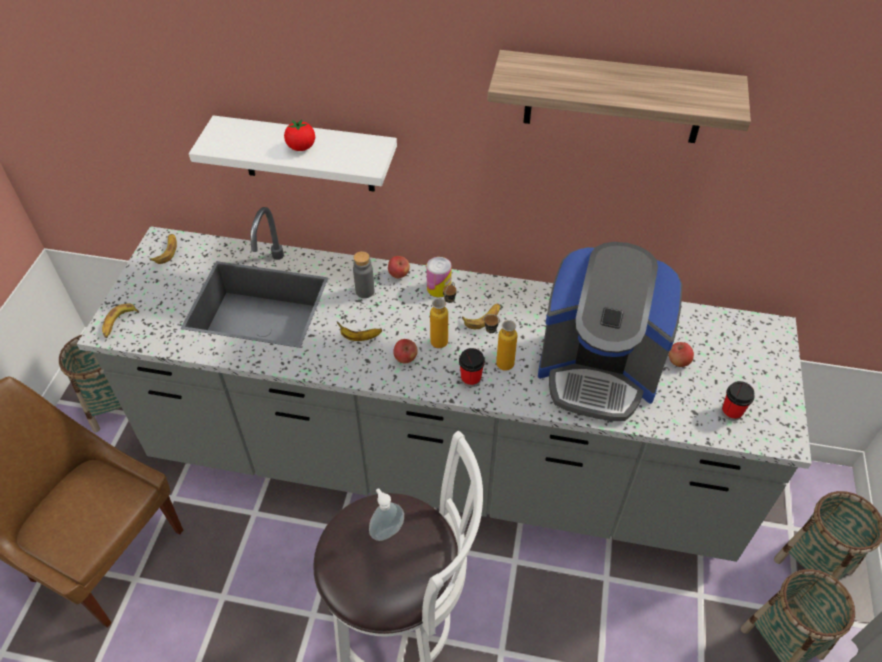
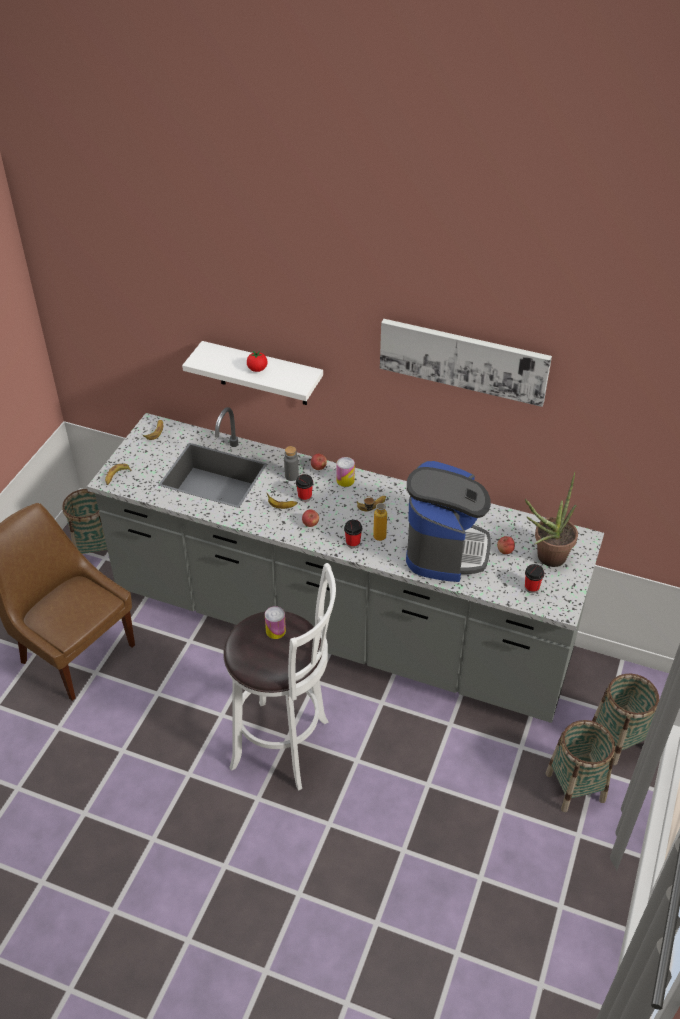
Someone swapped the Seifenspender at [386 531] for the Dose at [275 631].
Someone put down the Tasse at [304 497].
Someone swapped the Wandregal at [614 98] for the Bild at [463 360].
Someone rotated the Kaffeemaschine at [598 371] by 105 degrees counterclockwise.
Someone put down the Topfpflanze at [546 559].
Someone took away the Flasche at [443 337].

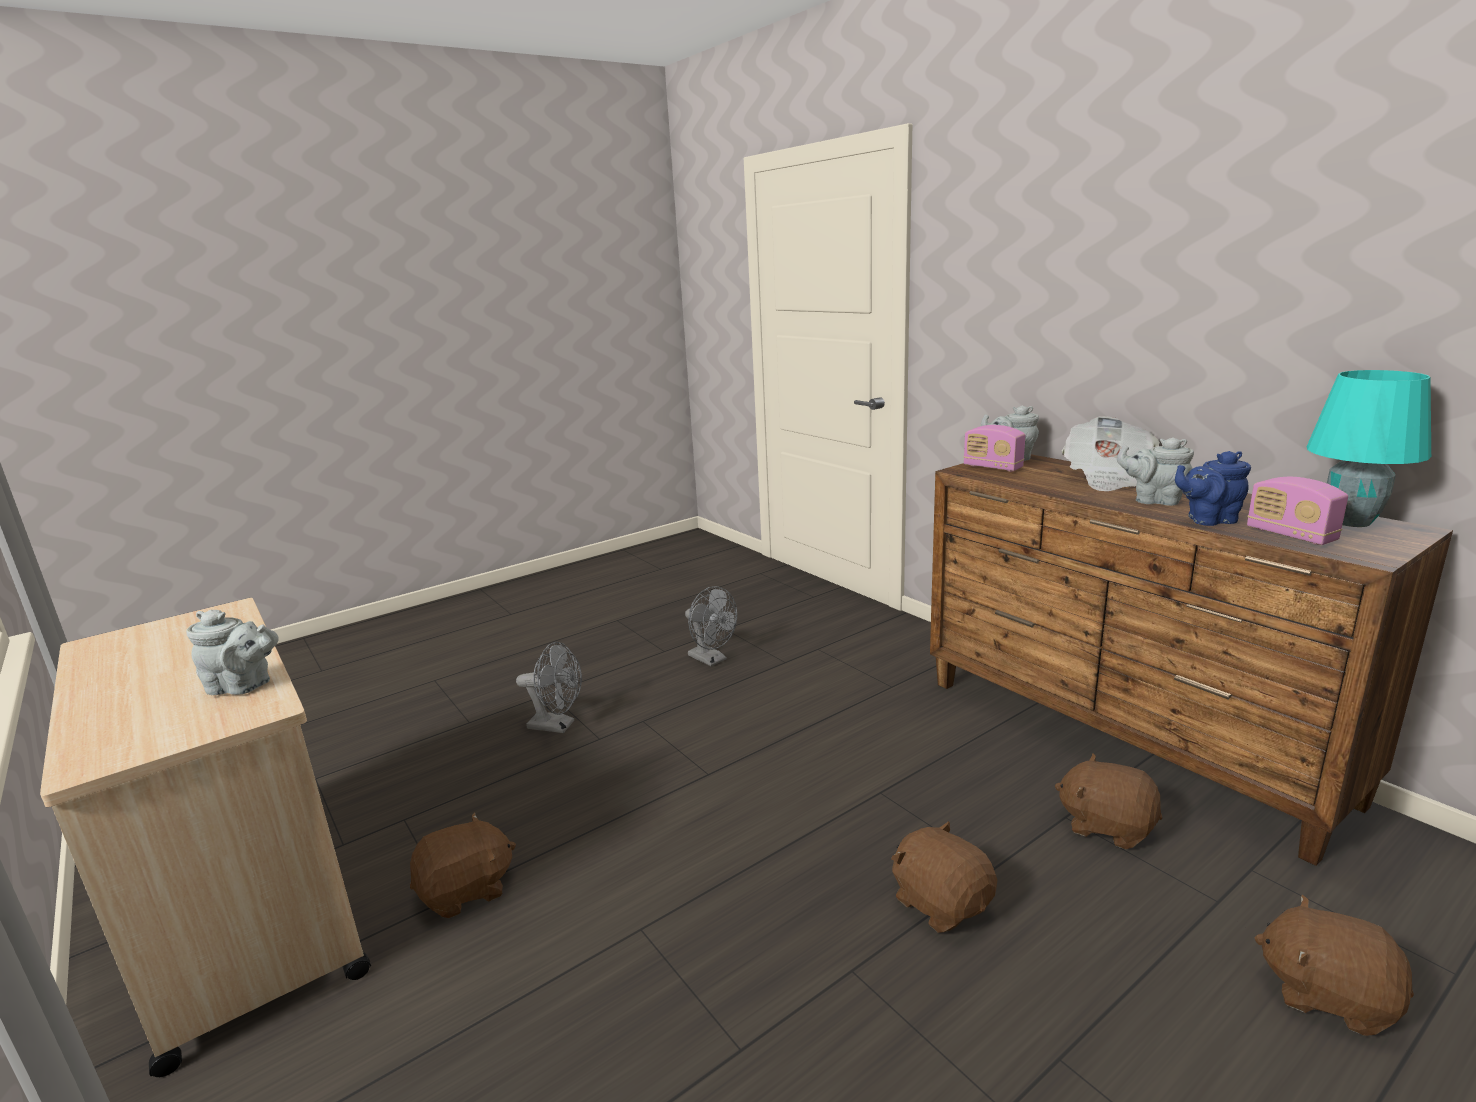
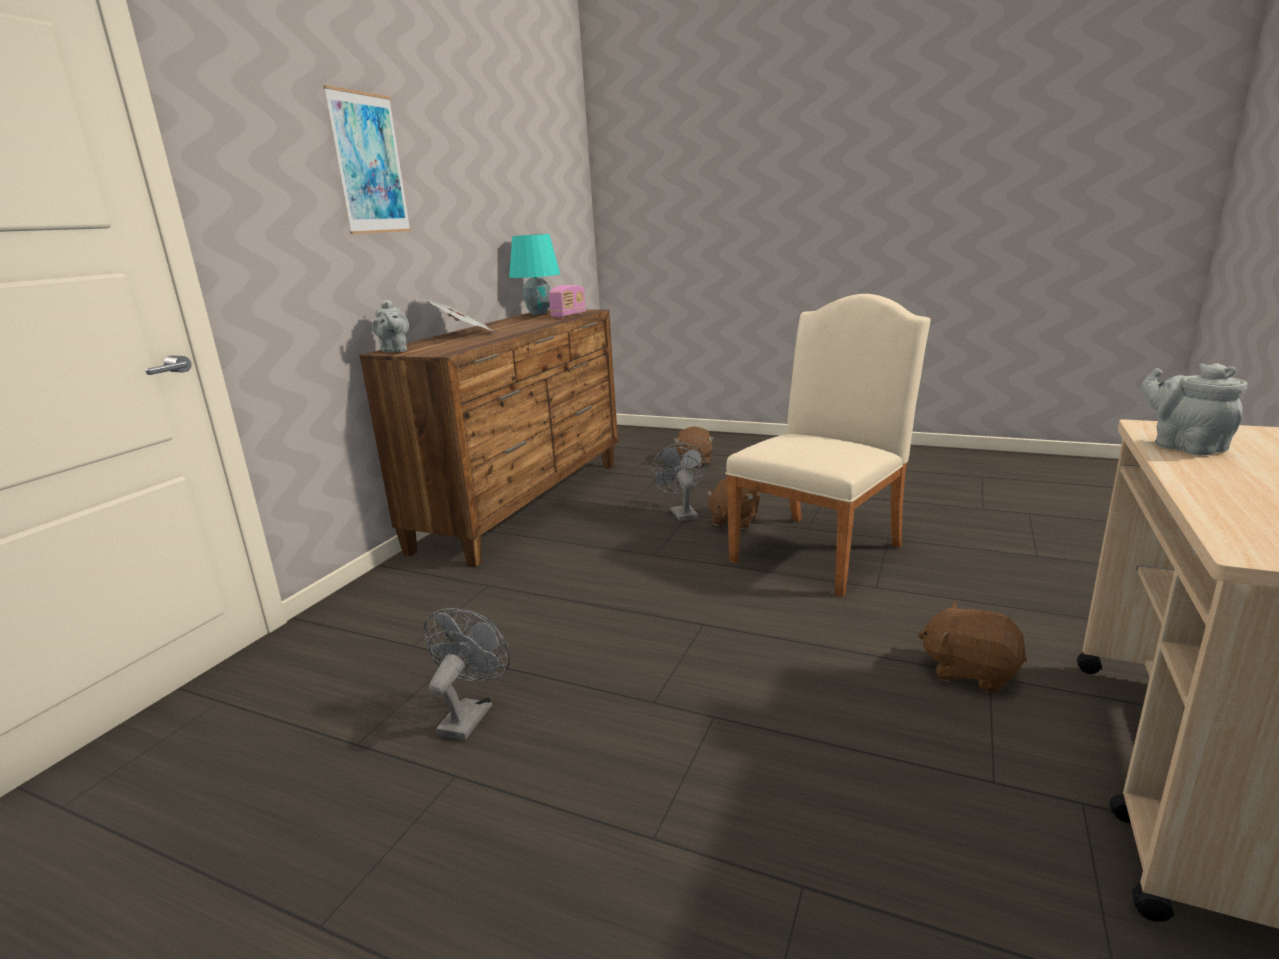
Someone put up the Bild at [369 164].
Someone carried the Ventilator/grau from [558 726] to [681 512].
Someone put down the Stuhl/beige at [823 549].
Someone took away the Radio at [992 467].
Someone took away the Plüschtier/braun at [1106 825].
Someone took away the Teekanne/grau at [1154 500].
Someone took away the Teekanne/blau at [1208 520].

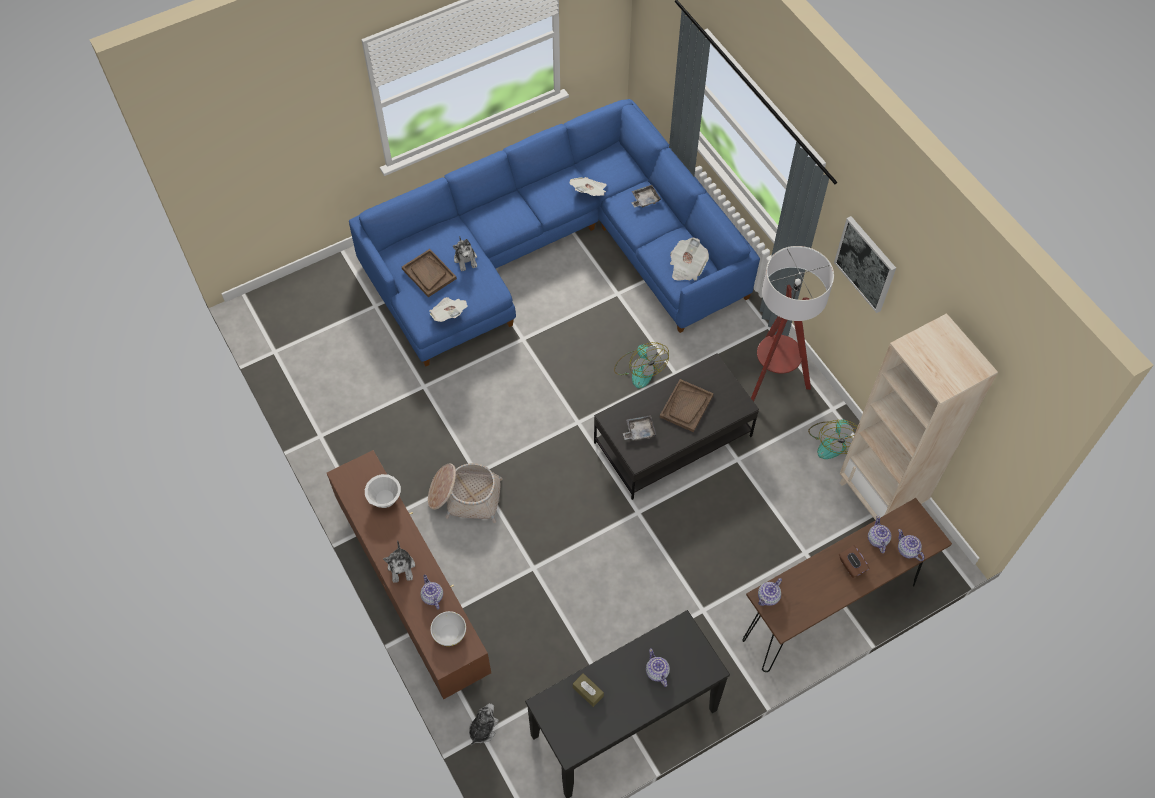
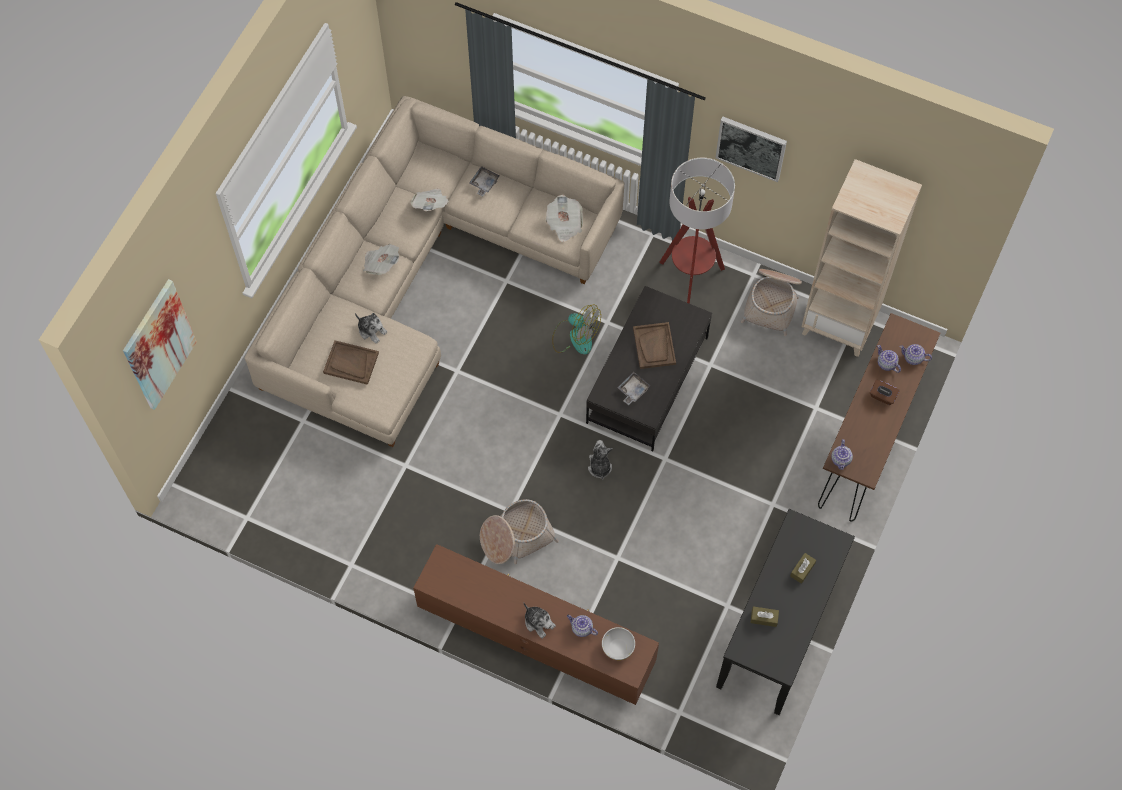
Someone put up the Bild at [159 345].
Someone repainted the Sofa/blau at [553 252], which became the Sofa/beige at [421 276].
Someone carried the Zeitung from [449 314] to [381 264].
Someone carried the Plüschtier from [482 728] to [599 466].
Someone swapped the Ventilator at [832 441] for the Korb at [772 302].
Someone swapped the Teekanne at [657 672] for the Taschentuchbox/braun at [802 570].
Someone took away the Schüssel/weiß at [385 499].

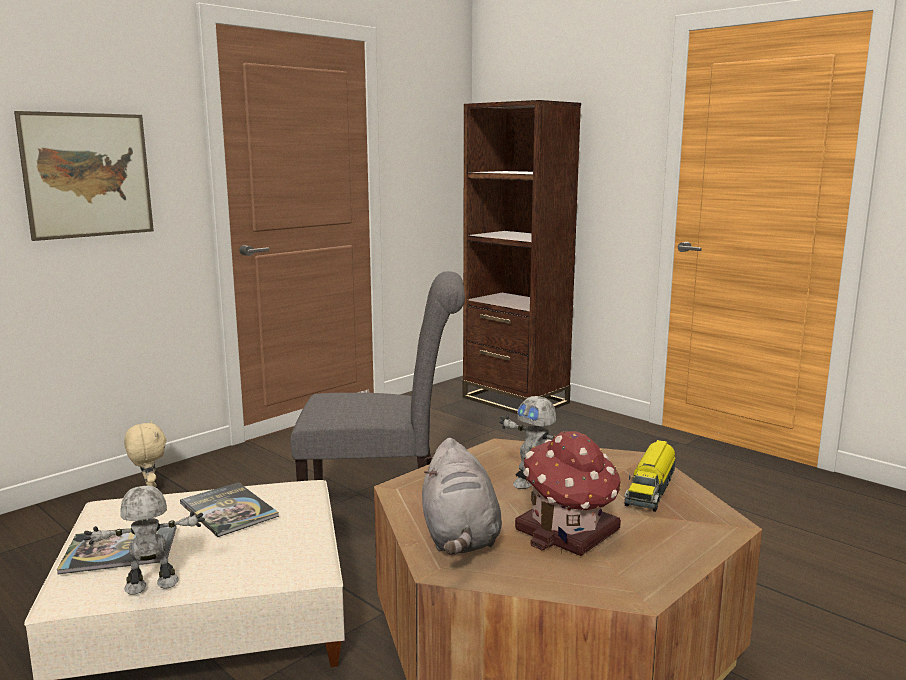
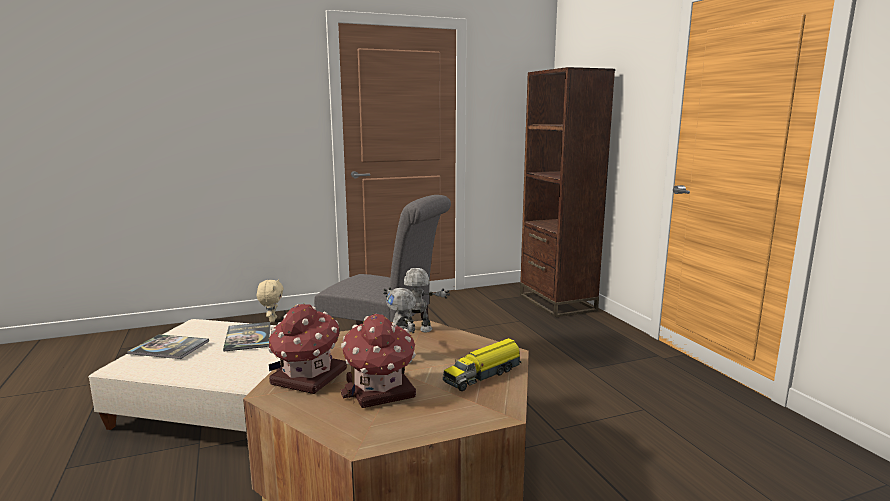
Someone swapped the Plüschtier/grau at [460 537] for the Spielzeughaus at [307 378].
Someone carried the Spielzeugroboter from [152 586] to [417 330].
Someone took away the Bild at [88 175].

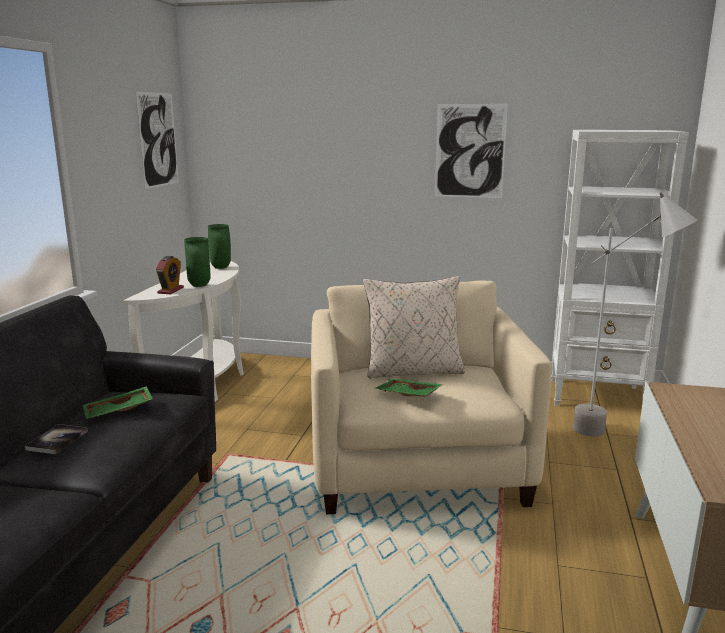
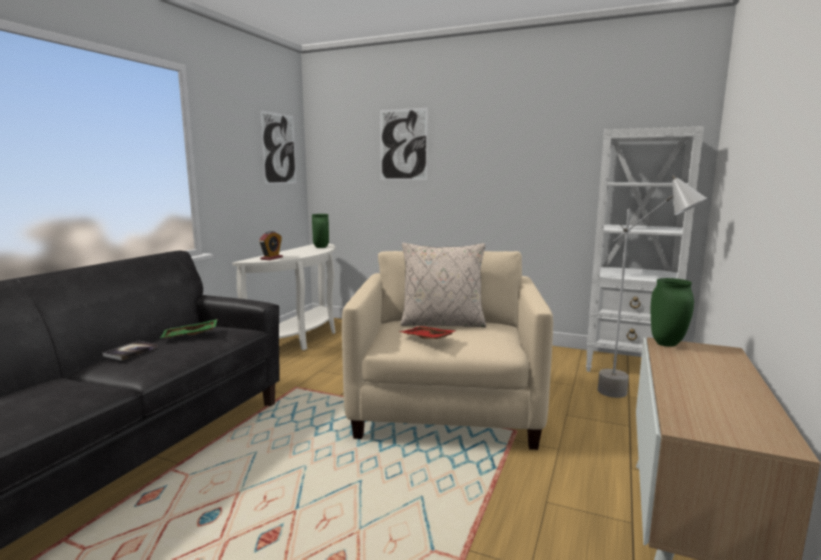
Someone carried the Bild from [470 151] to [403 144].
Someone repainted the Tablett/grün at [407 395], which became the Tablett/rot at [426 339].
Someone carried the Vase/grün from [198 285] to [665 344].

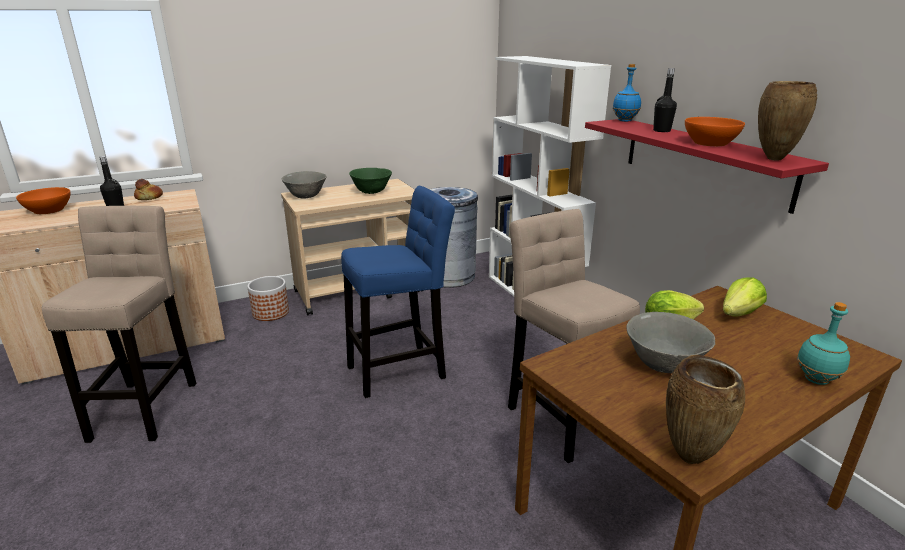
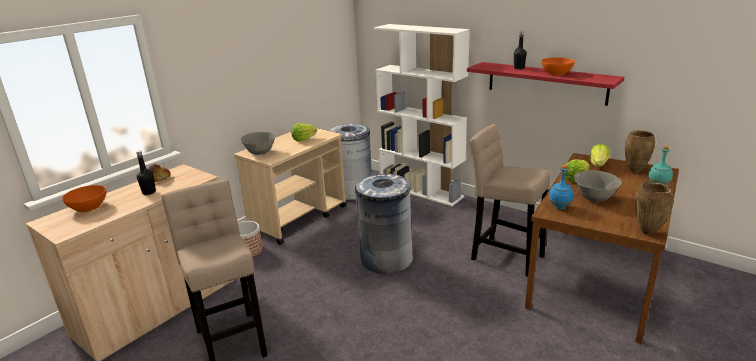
Someone swapped the Schüssel/grün at [371 192] for the Salatkopf at [303 139].
Someone swapped the Hocker/blau at [401 370] for the Mülleimer/grau at [386 259].
Someone carried the Flasche/blau from [624 121] to [559 207].
Someone carried the Vase/braun from [773 159] to [634 172].

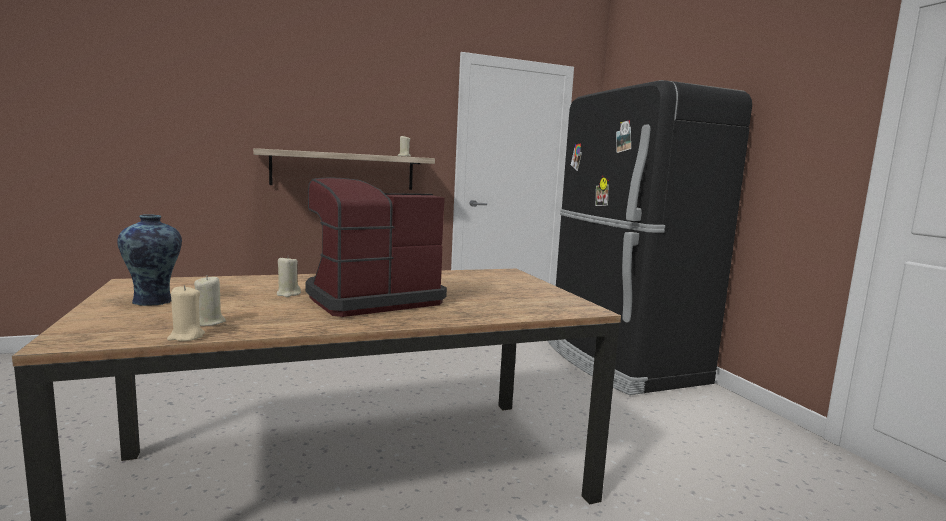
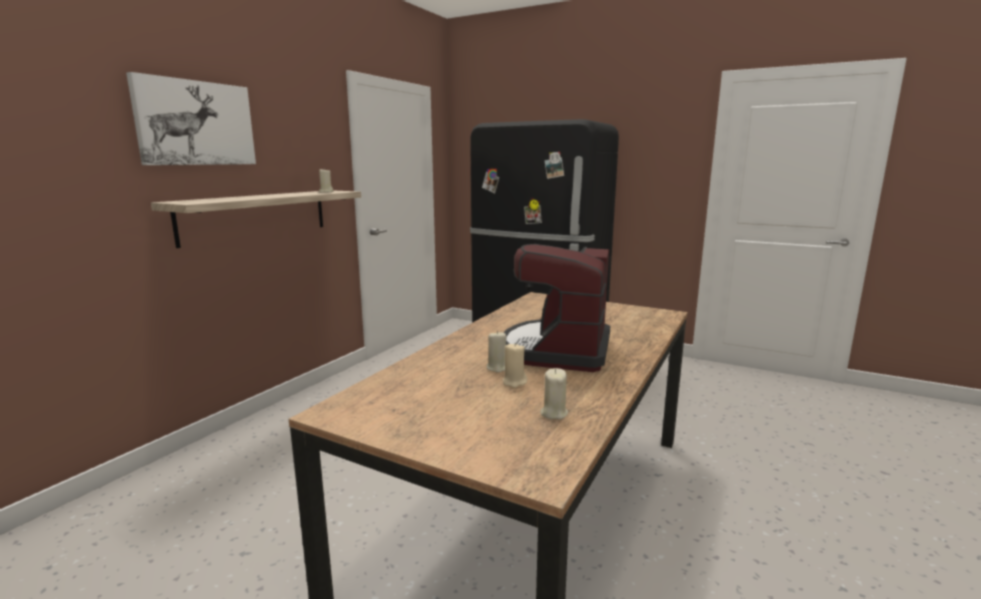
Someone put up the Bild at [195 123].
Someone carried the Kerze/beige from [186 337] to [514 382].
Someone took away the Vase at [154 301].

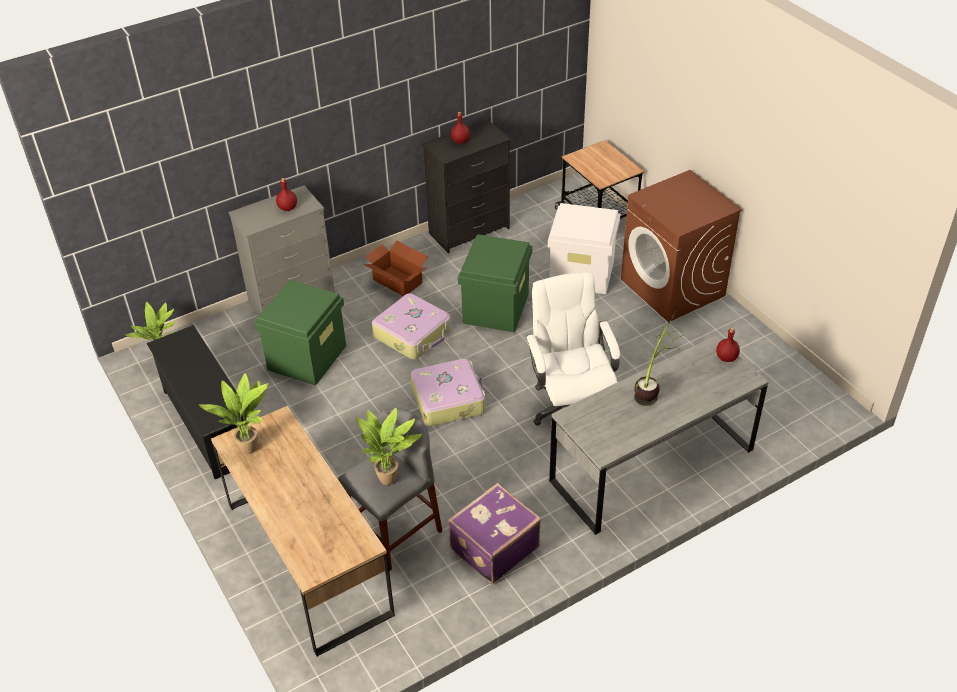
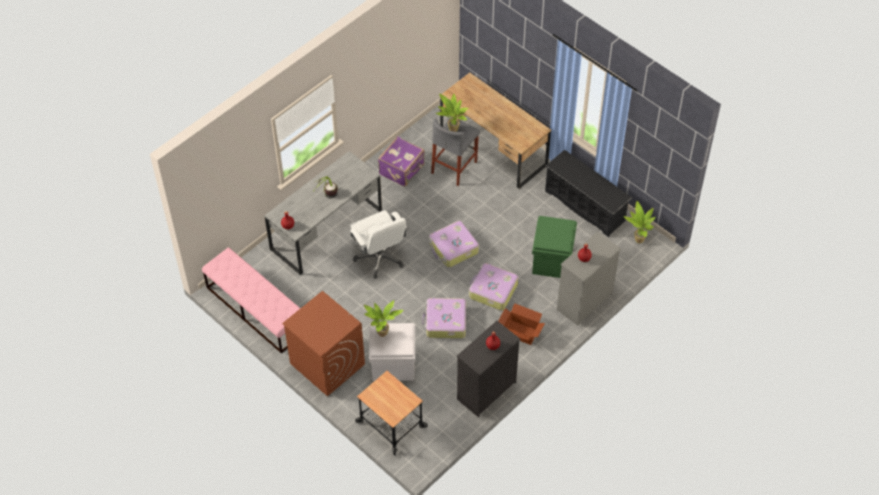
Someone put down the Bank/rosa at [256 309].
Someone carried the Topfpflanze from [249 446] to [383 335].
Someone swapped the Aufbewahrungsbox/grün at [495 308] for the Koffer at [445 322].

